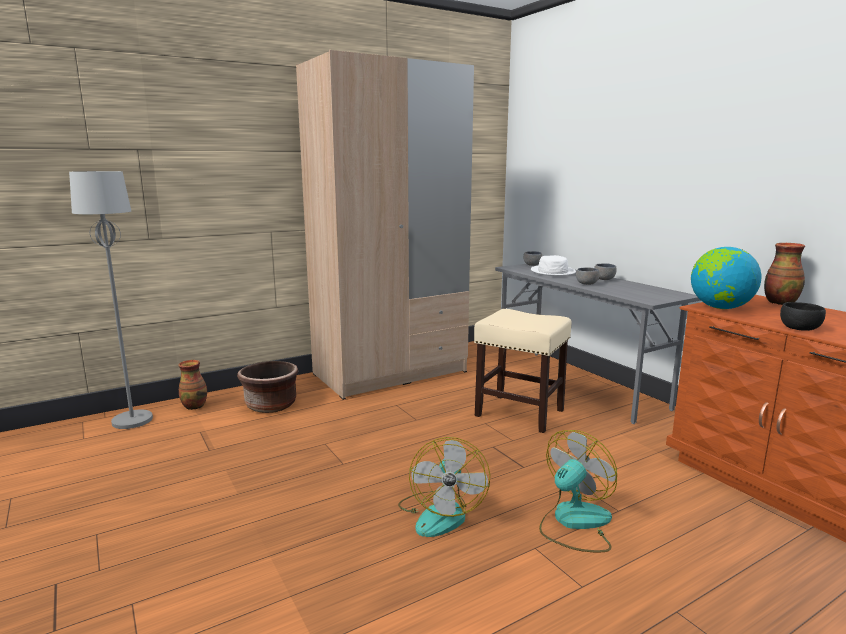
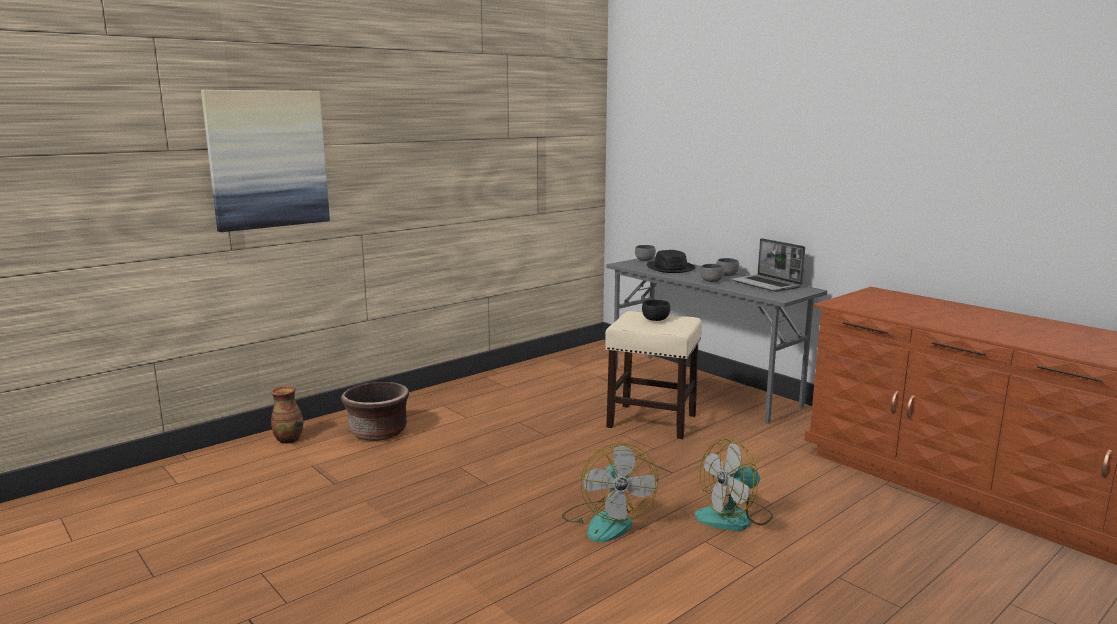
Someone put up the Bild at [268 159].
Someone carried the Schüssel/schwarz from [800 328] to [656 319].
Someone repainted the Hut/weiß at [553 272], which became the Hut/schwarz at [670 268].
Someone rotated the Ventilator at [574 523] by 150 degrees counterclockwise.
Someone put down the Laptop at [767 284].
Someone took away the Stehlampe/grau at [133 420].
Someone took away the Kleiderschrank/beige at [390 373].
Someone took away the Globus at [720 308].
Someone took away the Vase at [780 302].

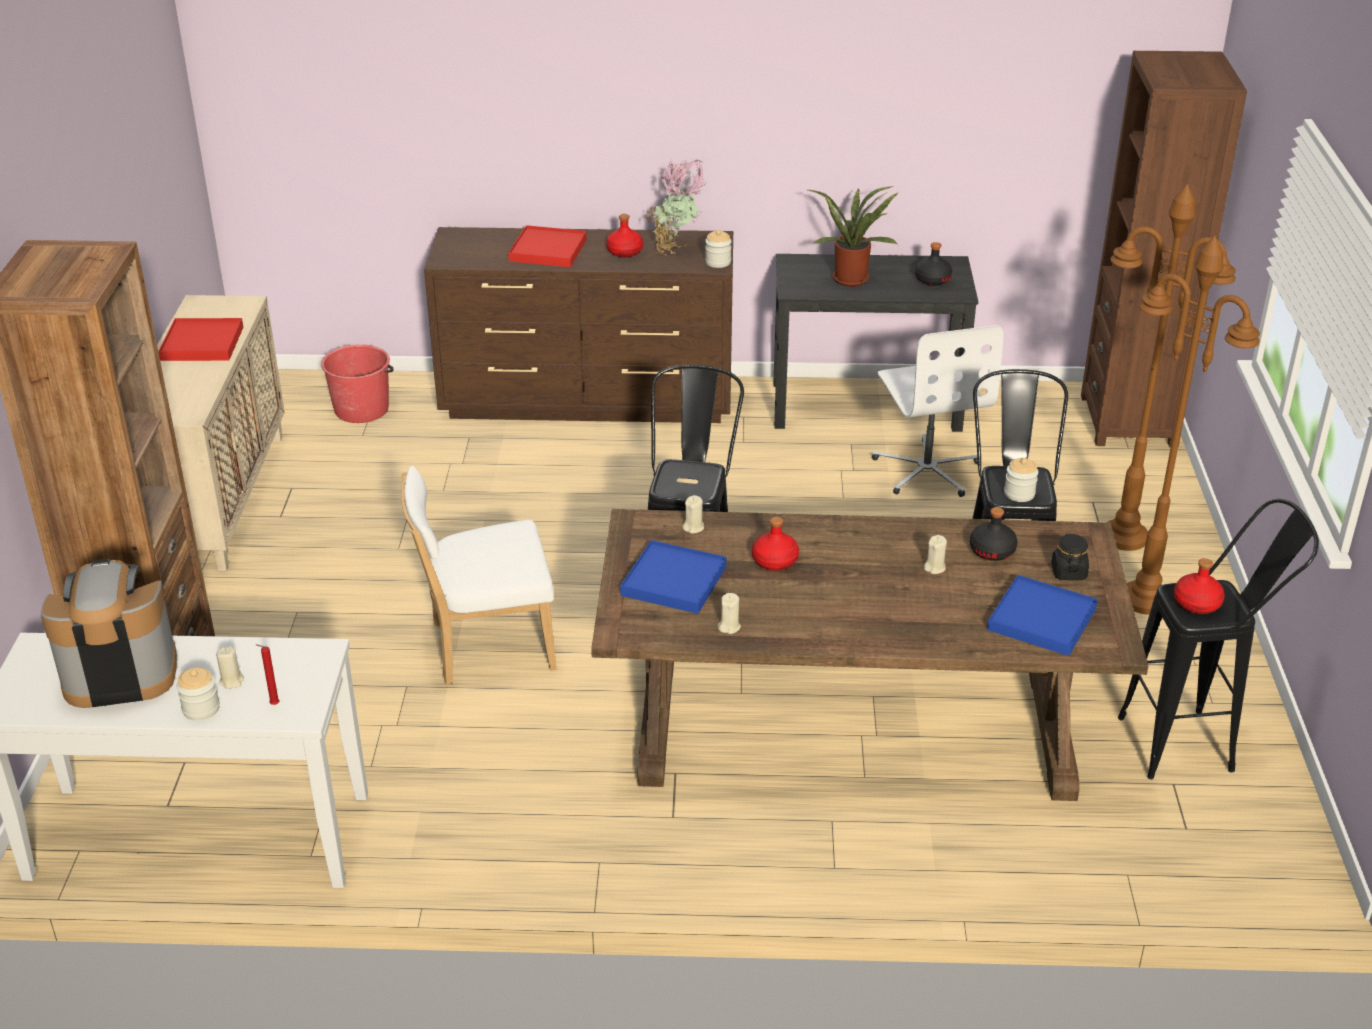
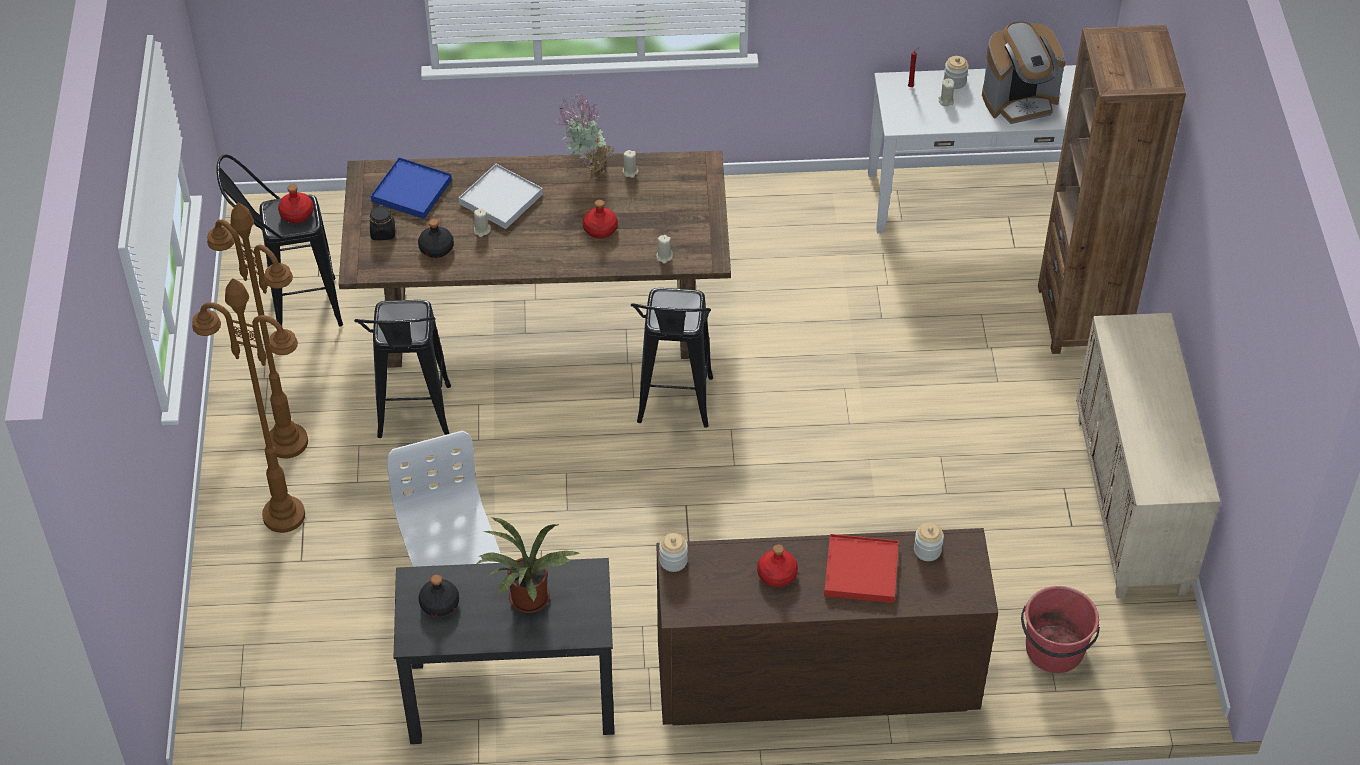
Someone put down the Tablett/weiß at [500 199].
Someone carried the Topfpflanze from [676 250] to [586 167].
Someone carried the Vorratsglas from [1019 494] to [927 550].
Someone took away the Tablett/rot at [202 343].
Someone took away the Stuhl/weiß at [486 647].
Someone took away the Tablett/blau at [673 581].
Someone took away the Bücherregal/braun at [1128 421].

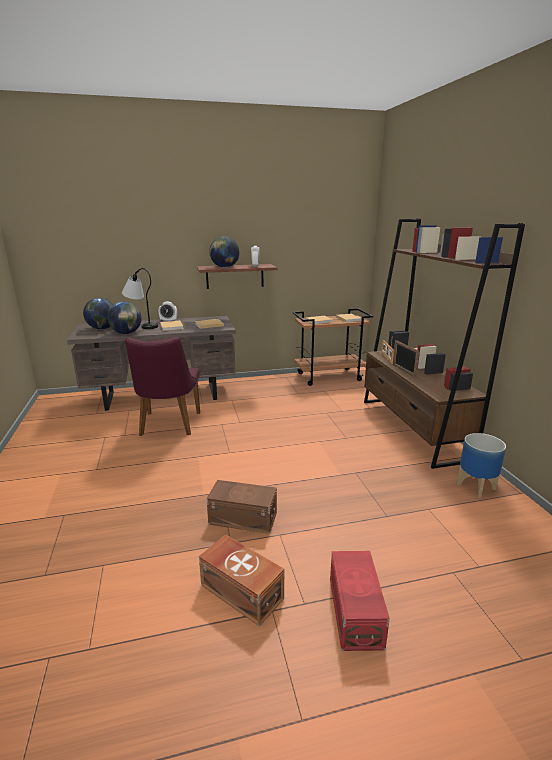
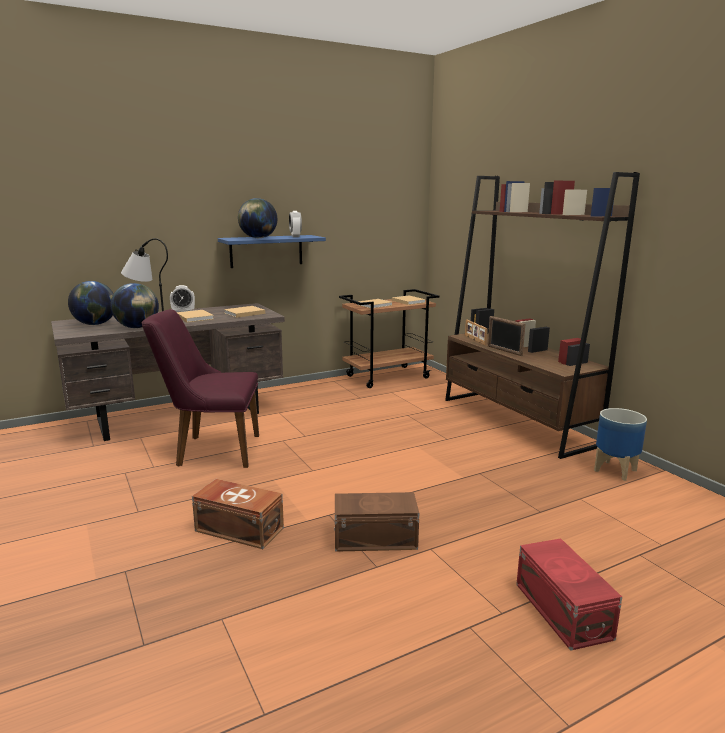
Someone rotated the Stuhl/lila at [168 426] by 105 degrees clockwise.
Someone carried the Aufbewahrungsbox/braun from [241 590] to [239 528].
Someone repainted the Wandregal/braun at [235 276], which became the Wandregal/blau at [266 251].

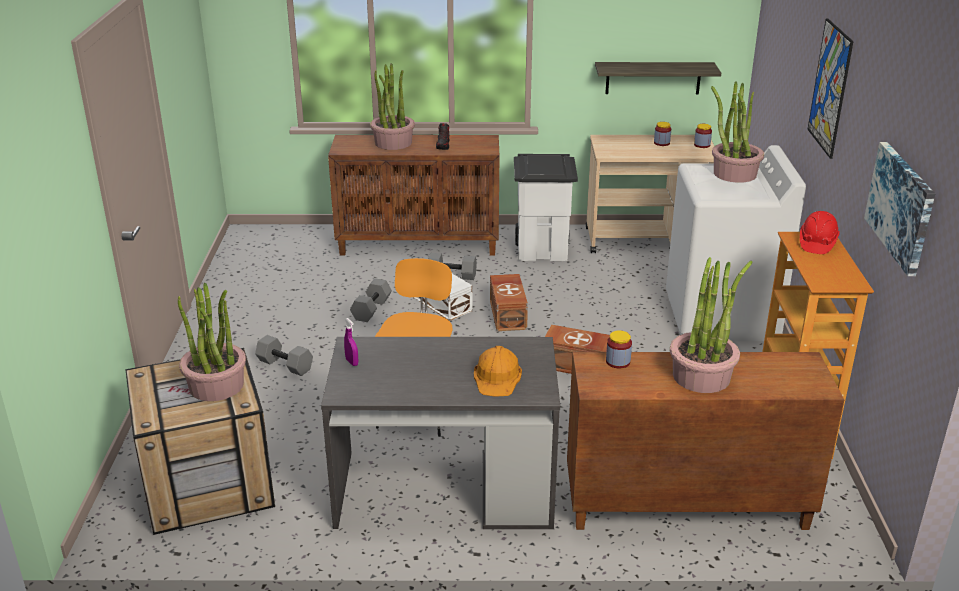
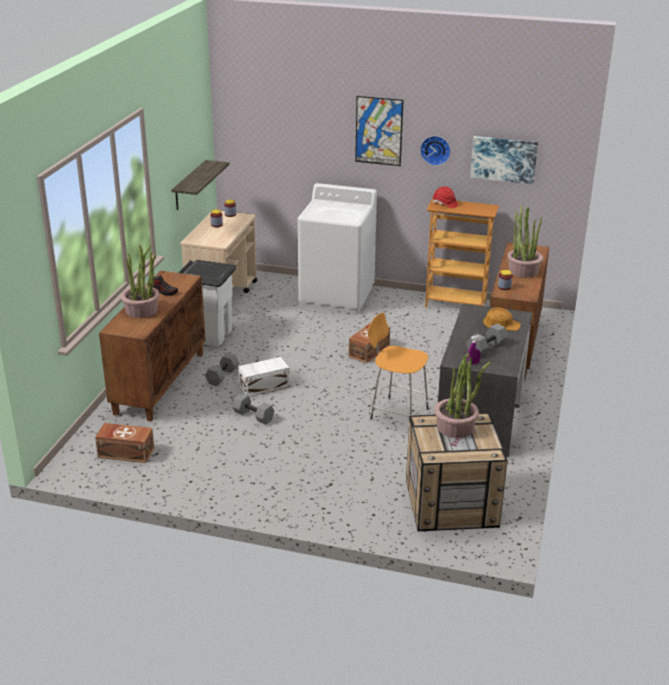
Someone carried the Aufbewahrungsbox/braun from [508 314] to [125 452].
Someone put up the Wanduhr at [435 149].
Someone carried the Hantel/grau from [286 365] to [486 347].
Someone took away the Topfpflanze at [734 174].

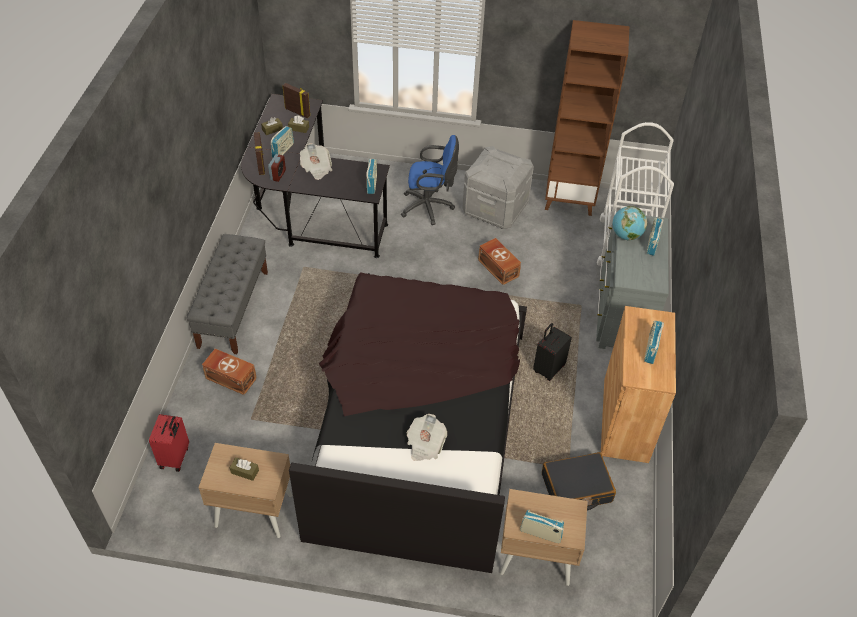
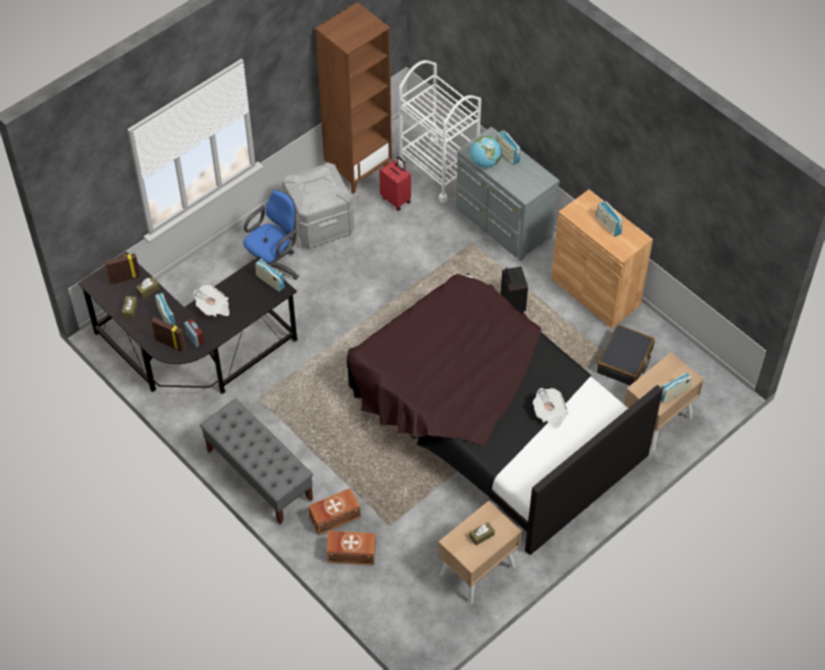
Someone carried the Aufbewahrungsbox/braun from [498 267] to [350 552].
Someone carried the Koffer/rot from [175 457] to [396 199].

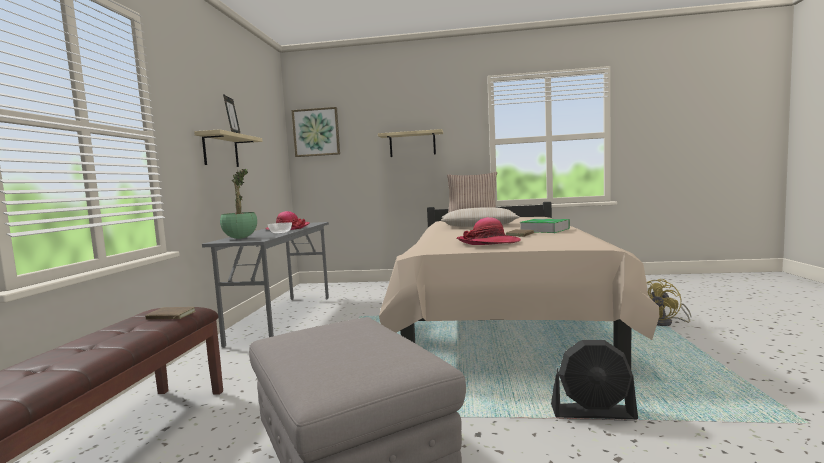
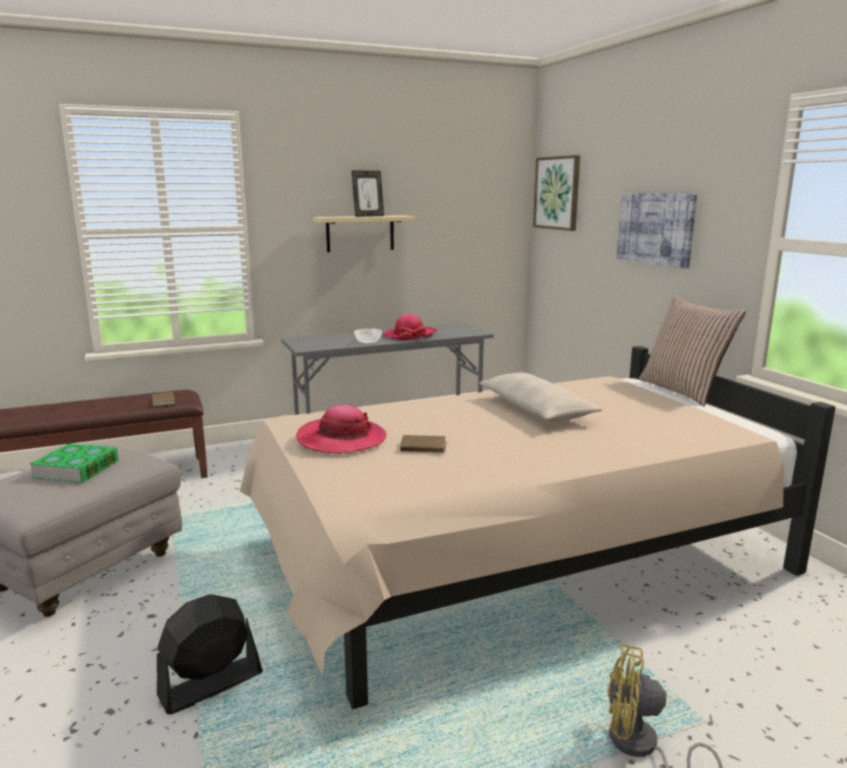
Someone carried the Buch from [545 230] to [76 469].
Someone rotated the Ventilator/schwarz at [593 413] by 75 degrees clockwise.
Someone swapped the Wandregal/beige at [412 144] for the Bild at [655 228].
Someone took away the Topfpflanze at [240 238].

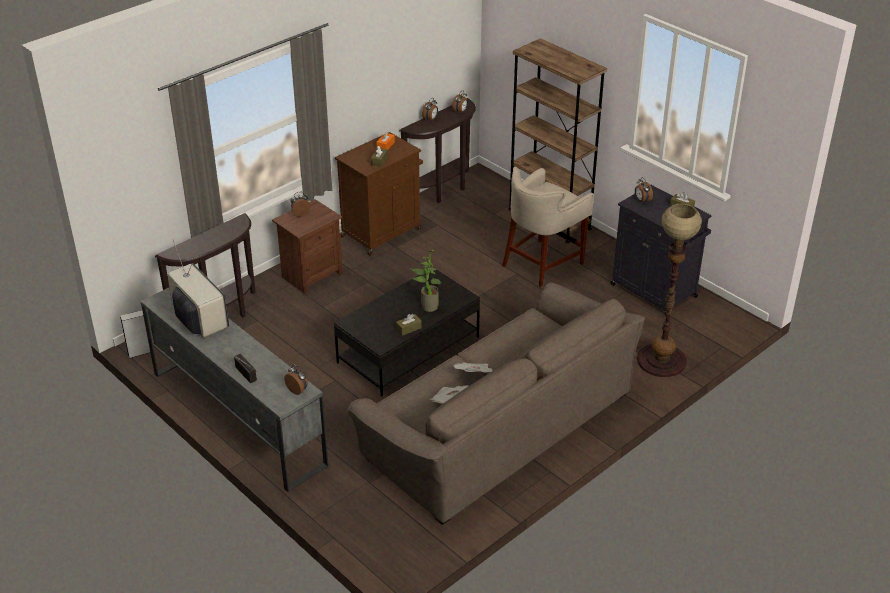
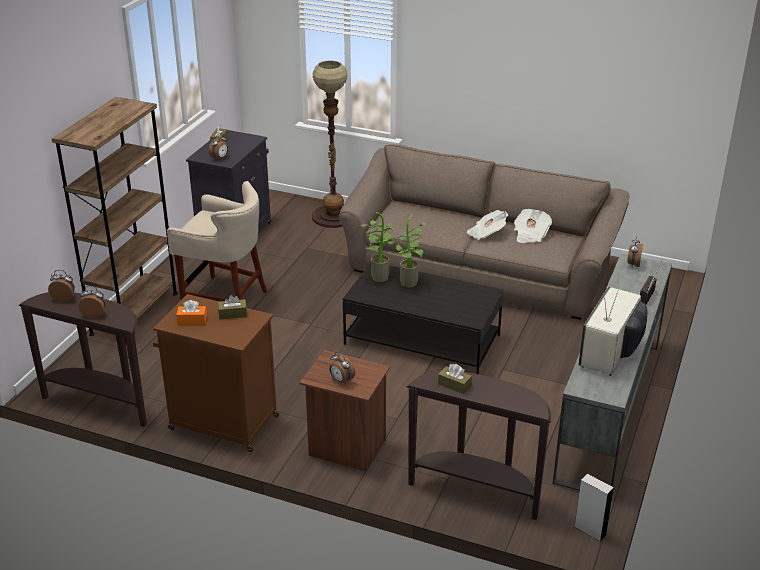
Someone put down the Topfpflanze at [379 276].
Someone carried the Taschentuchbox/braun from [408 328] to [454 385].

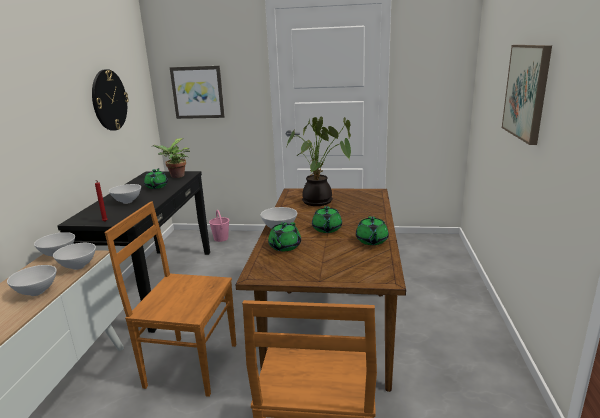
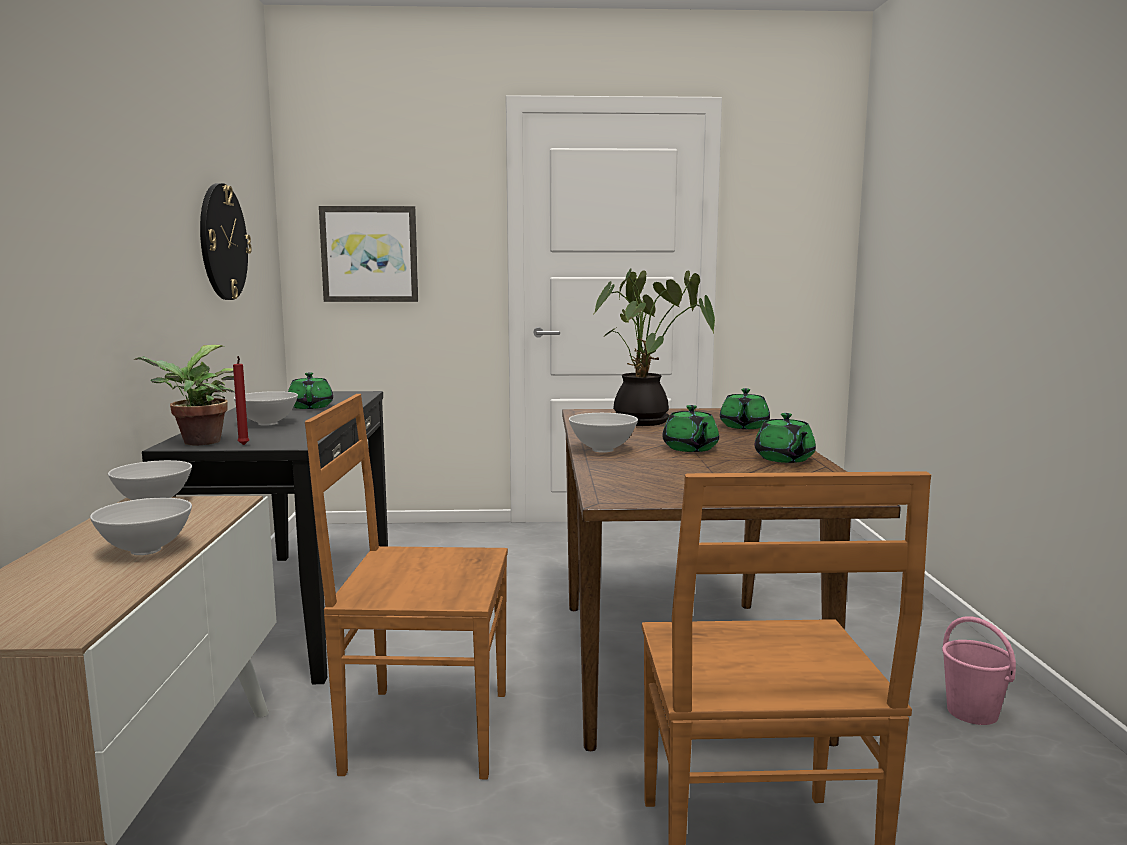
Someone carried the Topfpflanze from [176 176] to [197 443].
Someone carried the Teekanne/grün from [284 247] to [743 427].
Someone carried the Eimer/rosa from [221 238] to [973 713].
Someone took away the Schüssel/weiß at [78 266].
Someone took away the Bild at [527 91].

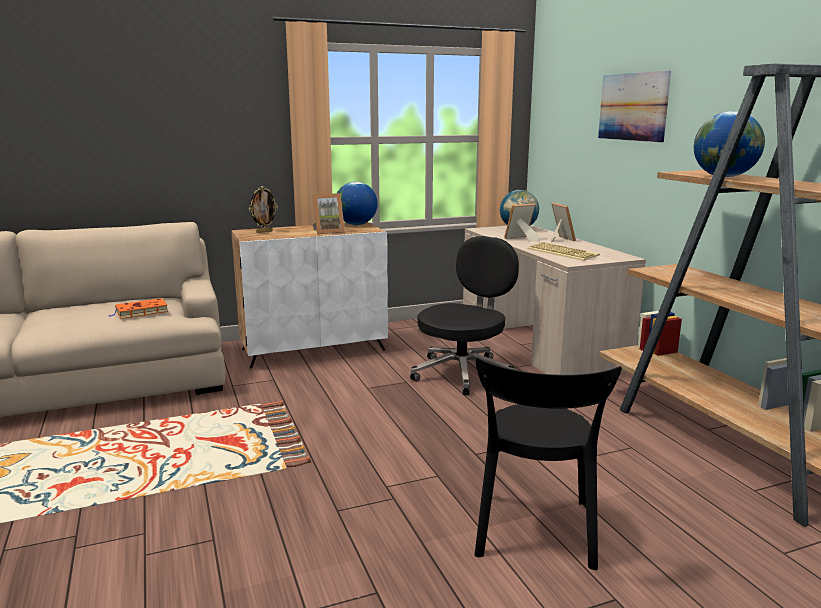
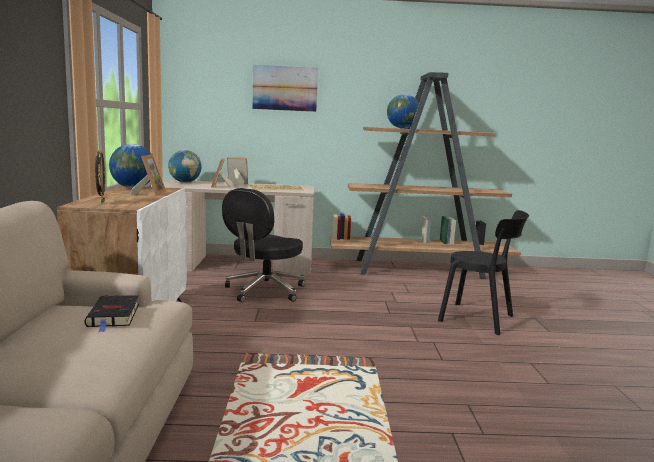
Someone repainted the Buch/orange at [140 312], which became the Buch/schwarz at [113 316].
Someone rotated the Bürostuhl/schwarz at [463 373] by 120 degrees counterclockwise.

